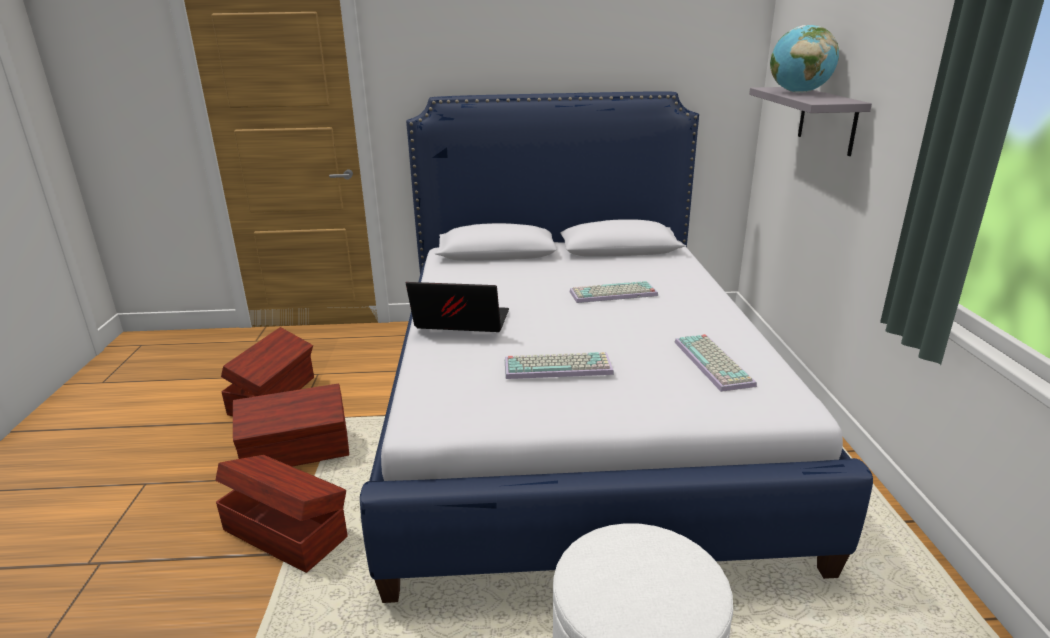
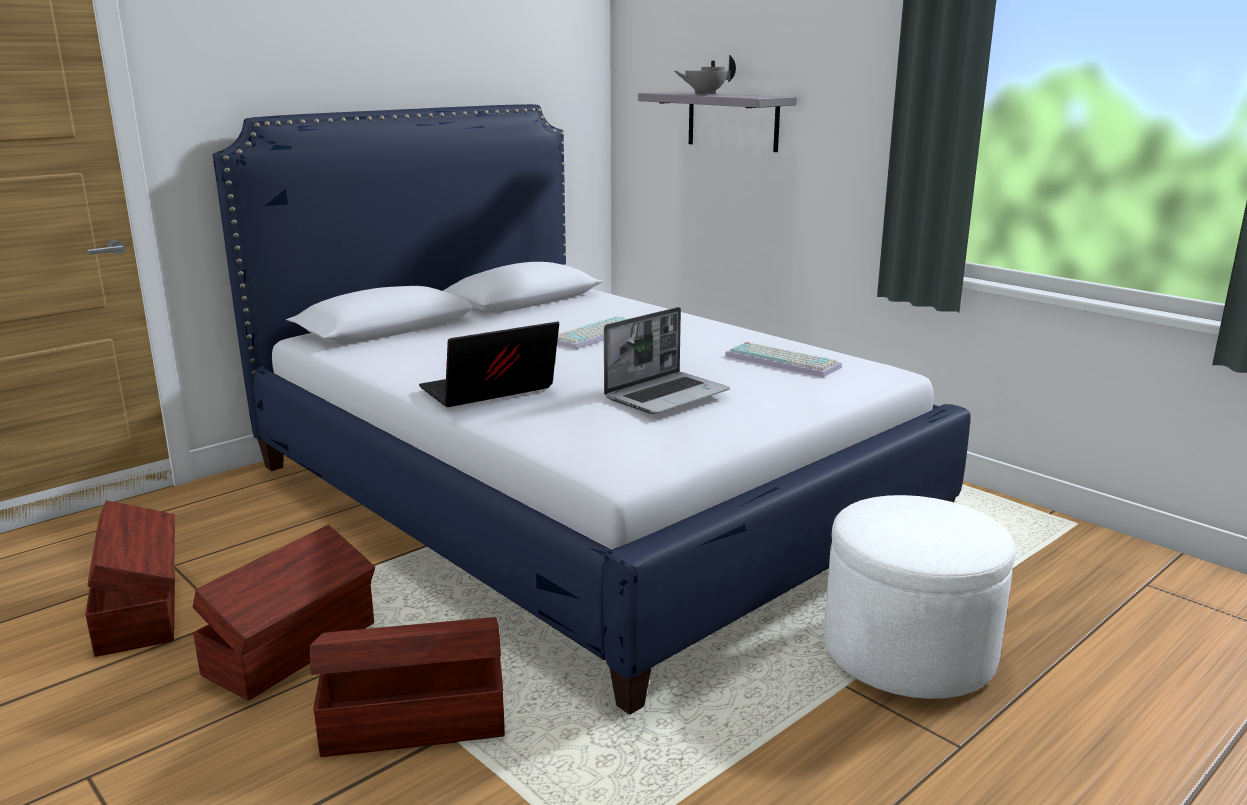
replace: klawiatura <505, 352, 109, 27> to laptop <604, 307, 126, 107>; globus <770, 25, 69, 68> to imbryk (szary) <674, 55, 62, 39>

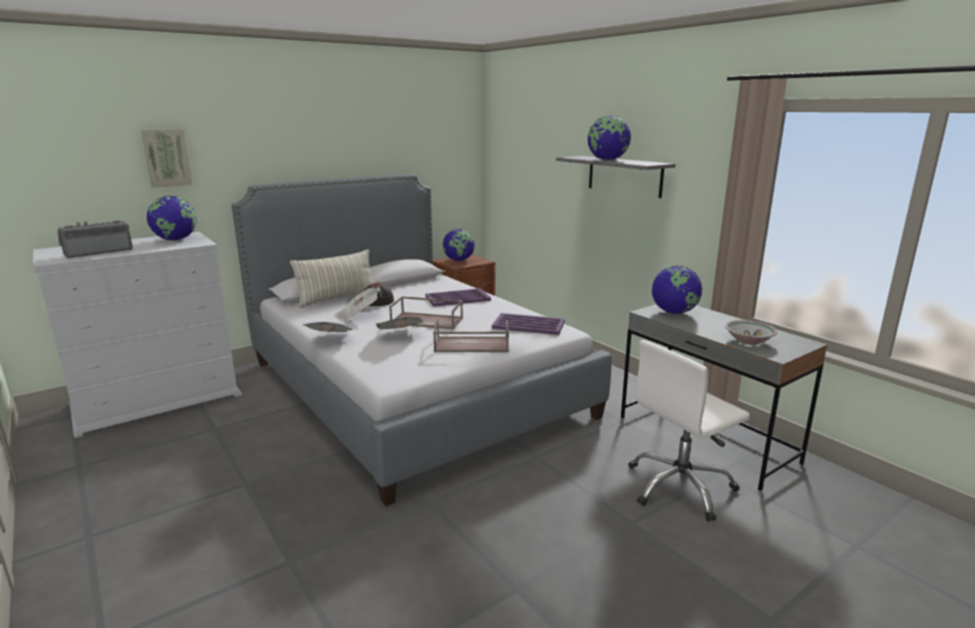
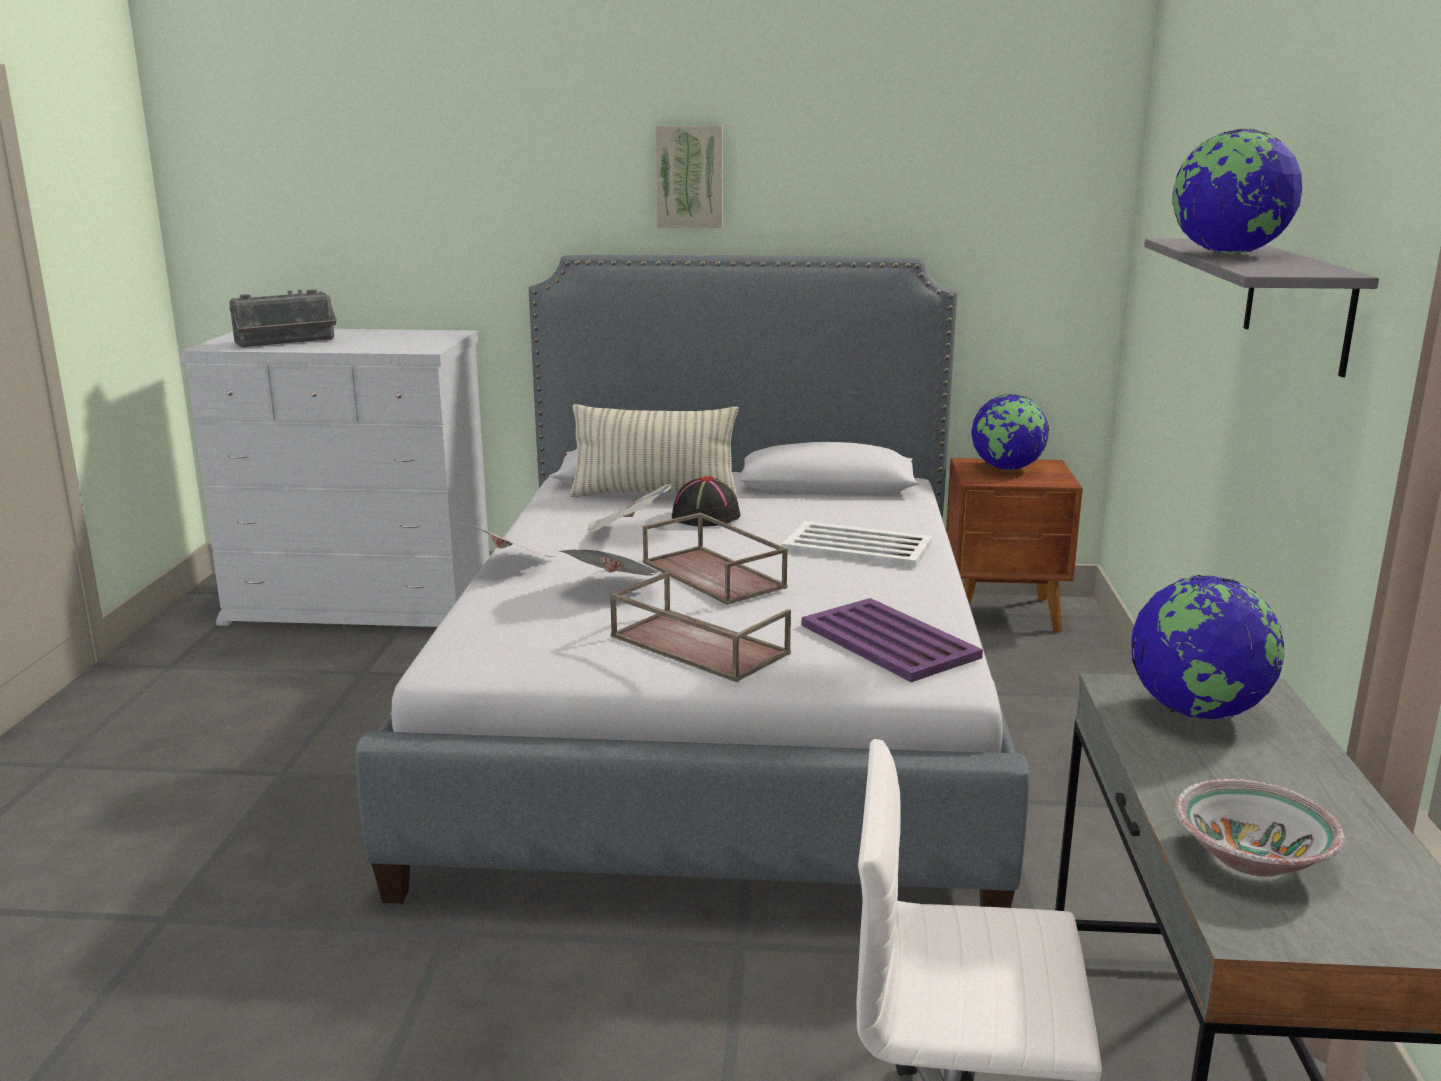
delete: globus <147, 196, 50, 44>
move: obraz <141, 129, 51, 59> to <656, 126, 67, 102>
recolor: taca (fioletowy) <425, 288, 66, 19> to taca (biały) <782, 521, 151, 47>
rotate: radio <57, 220, 76, 38> = <229, 289, 108, 59> 150 degrees clockwise

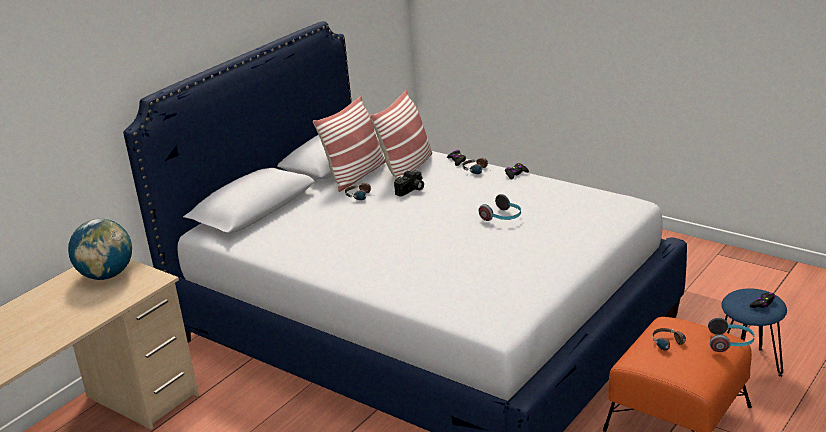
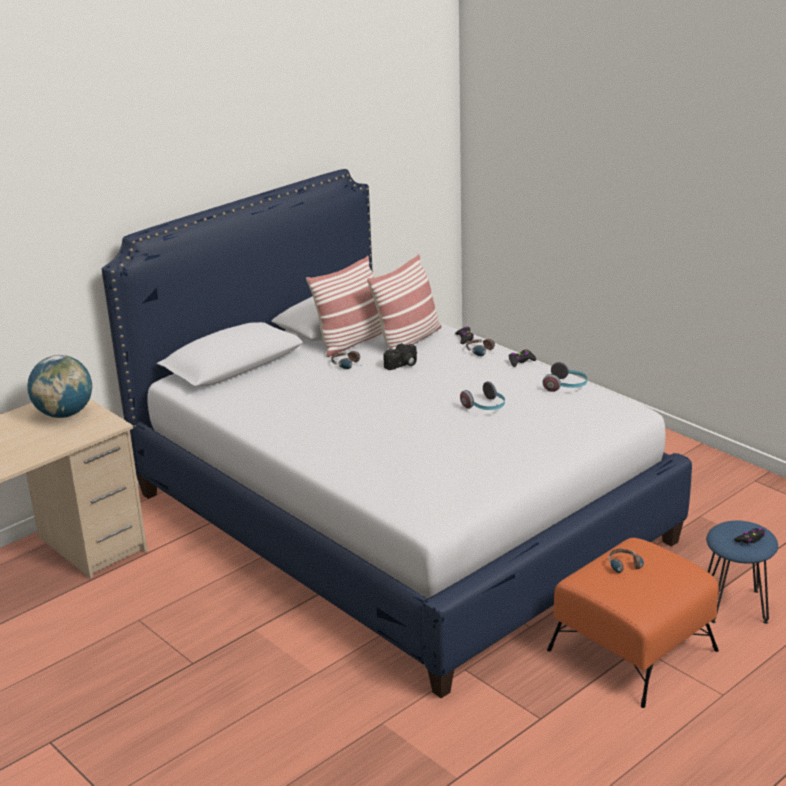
move: słuchawki <708, 317, 47, 35> to <542, 362, 45, 30>

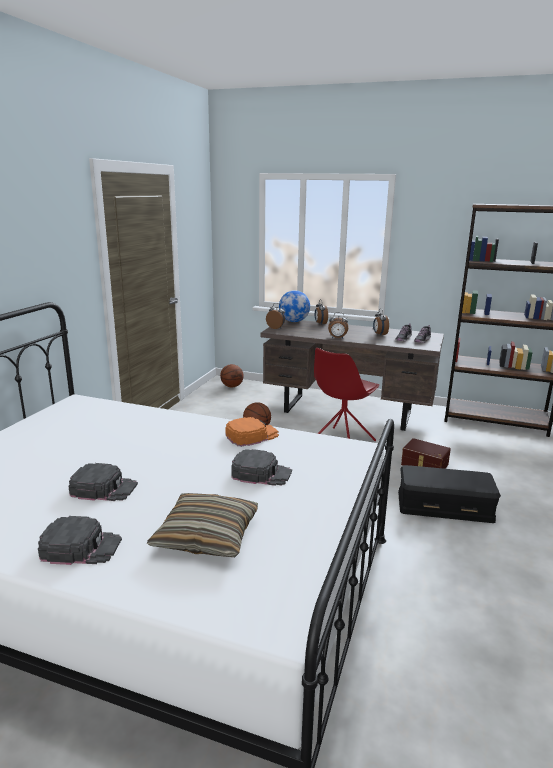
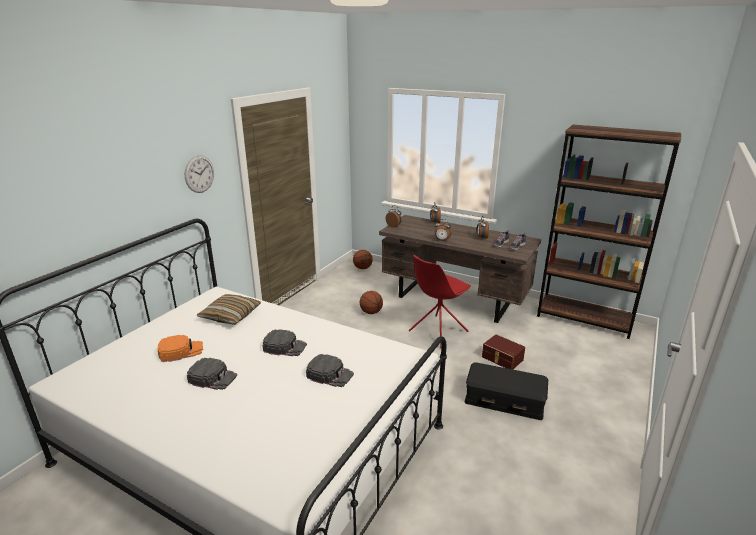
delete: globus <279, 290, 31, 32>
insert: zegar ścienny <185, 155, 29, 38>
move: czapka z daszkiem (czarny) <38, 516, 84, 49> to <262, 329, 45, 27>; poduszka <147, 493, 111, 64> to <196, 294, 65, 31>; czapka z daszkiem (pomarańczowy) <225, 417, 54, 30> to <158, 335, 45, 27>

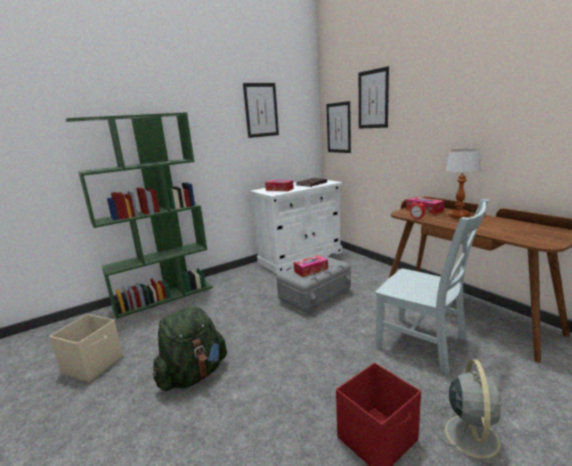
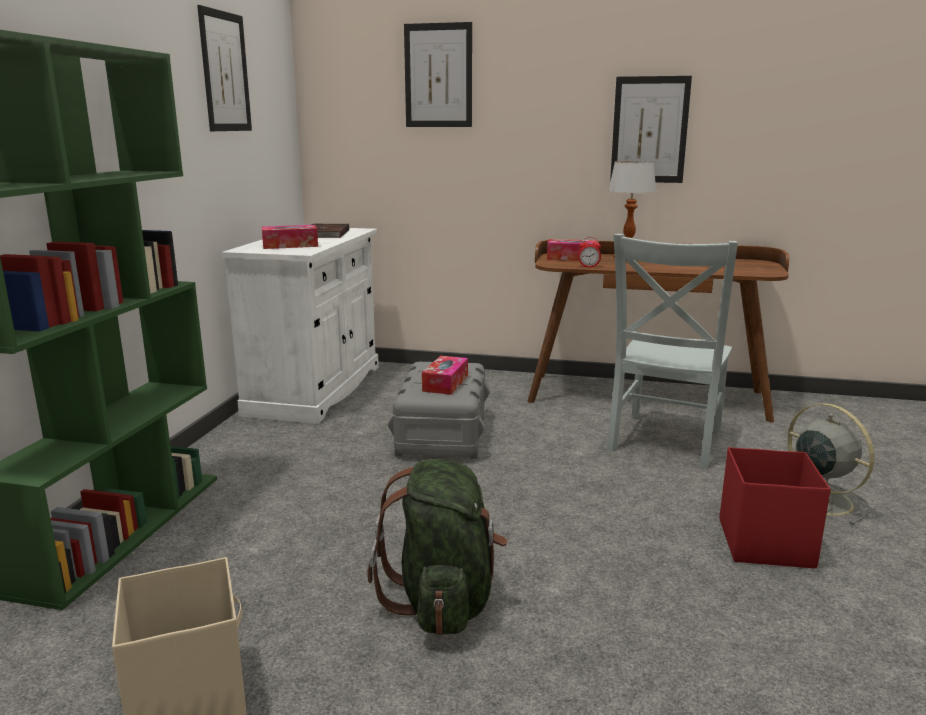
move: obraz <326, 101, 25, 52> to <610, 76, 82, 107>
rotate: krzesło (szary) <375, 199, 114, 175> = <607, 234, 131, 235> 120 degrees clockwise

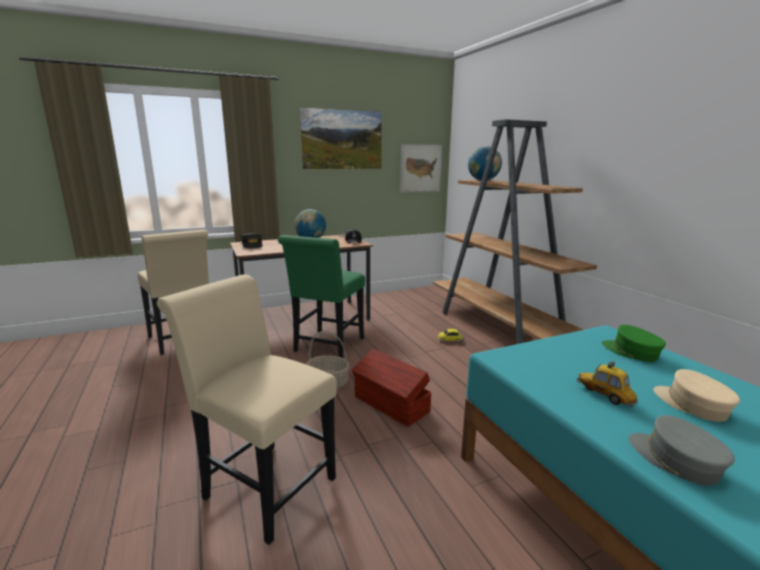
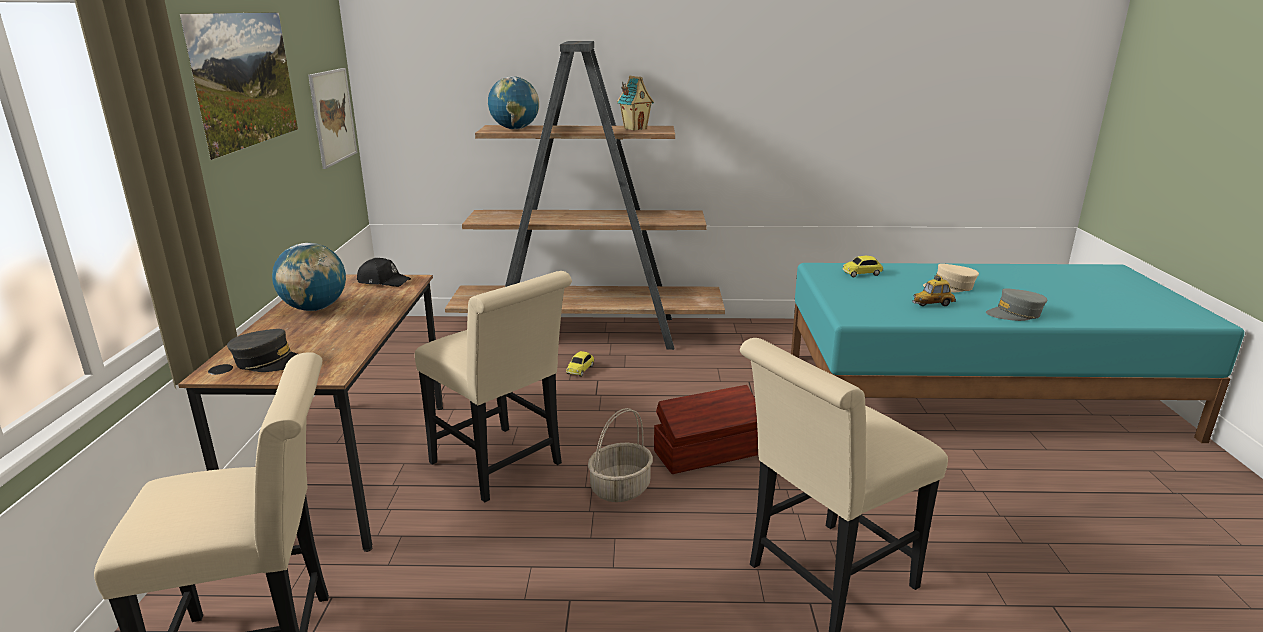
insert: domek <617, 76, 37, 55>
replace: czapka z daszkiem (zielony) <602, 325, 64, 37> to samochodzik <843, 256, 41, 21>
recolor: krzesło (zielony) <278, 235, 87, 123> to krzesło (beżowy) <415, 271, 157, 231>

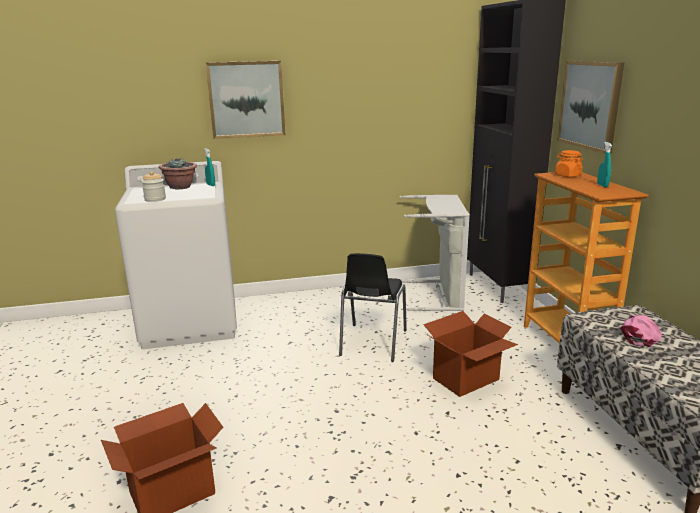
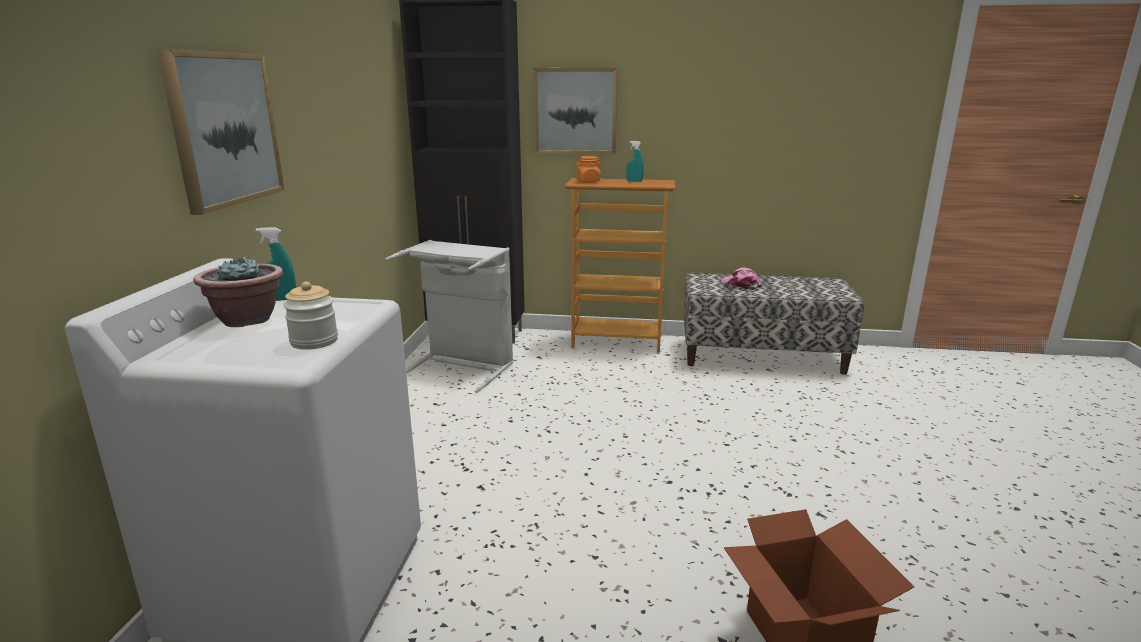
delete: krzesło (czarny) <339, 253, 68, 109>; karton <423, 311, 95, 86>

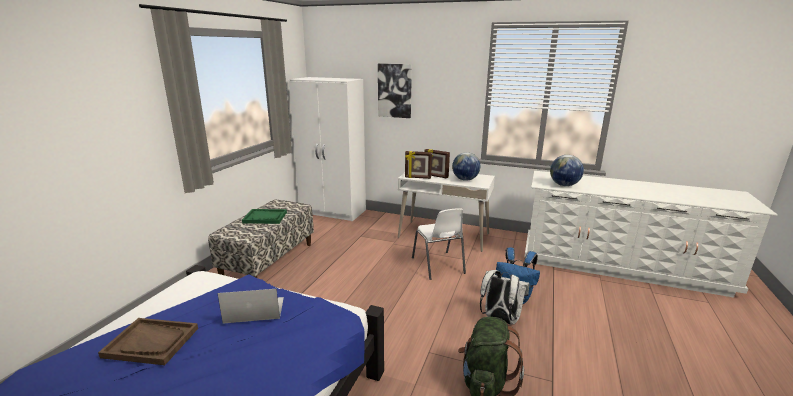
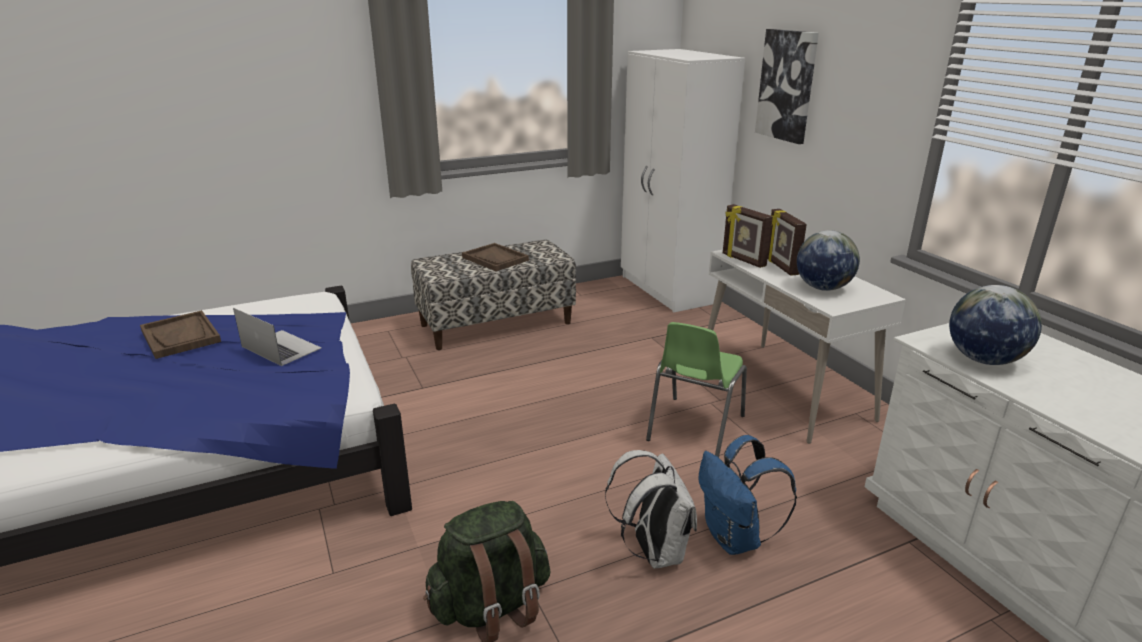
recolor: taca (zielony) <242, 209, 45, 15> to taca (brązowy) <462, 243, 67, 28>; krzesło (biały) <412, 208, 54, 72> to krzesło (zielony) <646, 322, 101, 135>

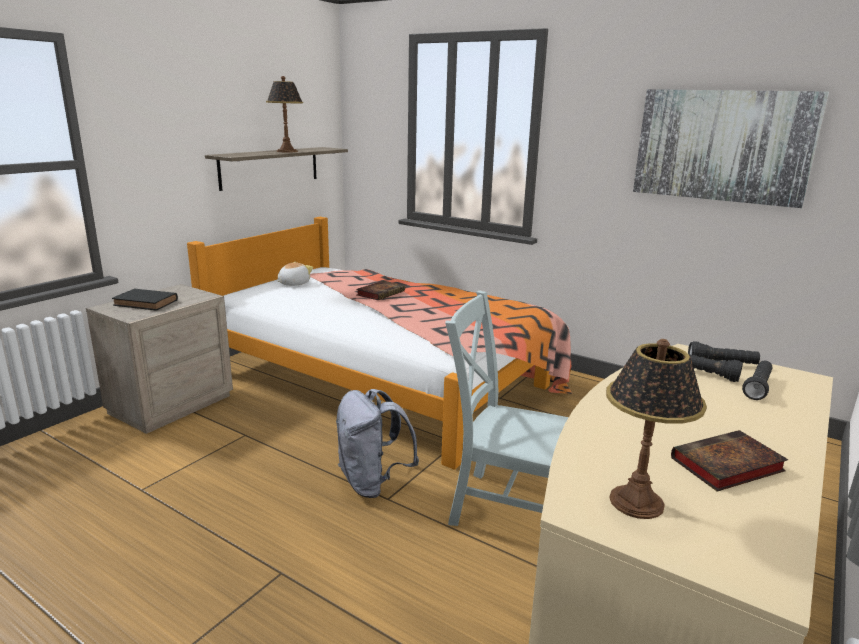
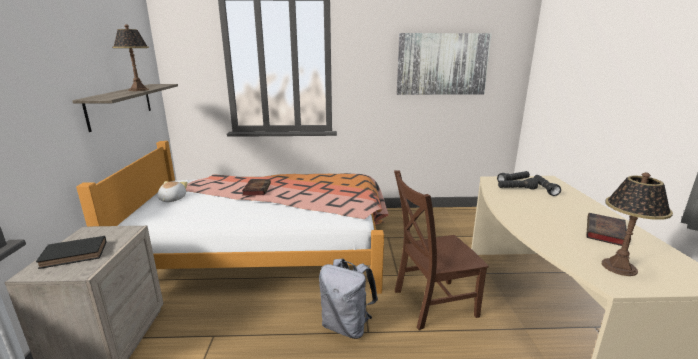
recolor: krzesło (szary) <445, 290, 124, 236> to krzesło (brązowy) <394, 171, 95, 159>

